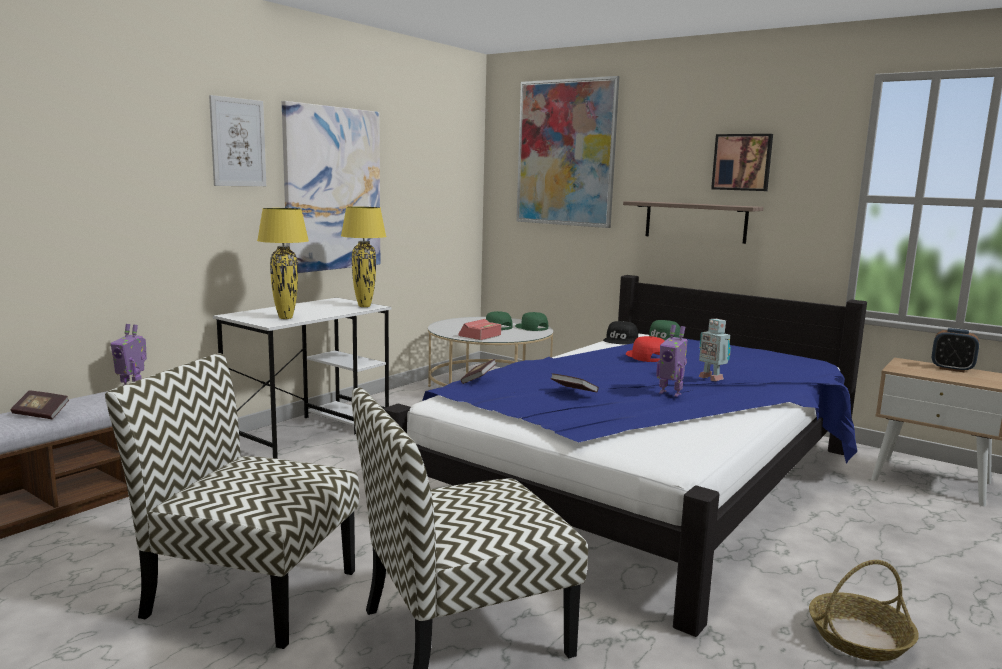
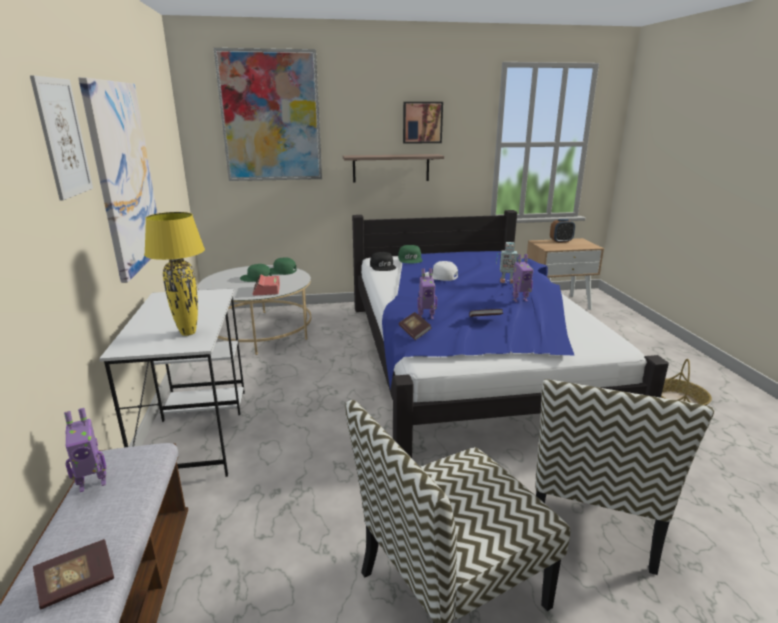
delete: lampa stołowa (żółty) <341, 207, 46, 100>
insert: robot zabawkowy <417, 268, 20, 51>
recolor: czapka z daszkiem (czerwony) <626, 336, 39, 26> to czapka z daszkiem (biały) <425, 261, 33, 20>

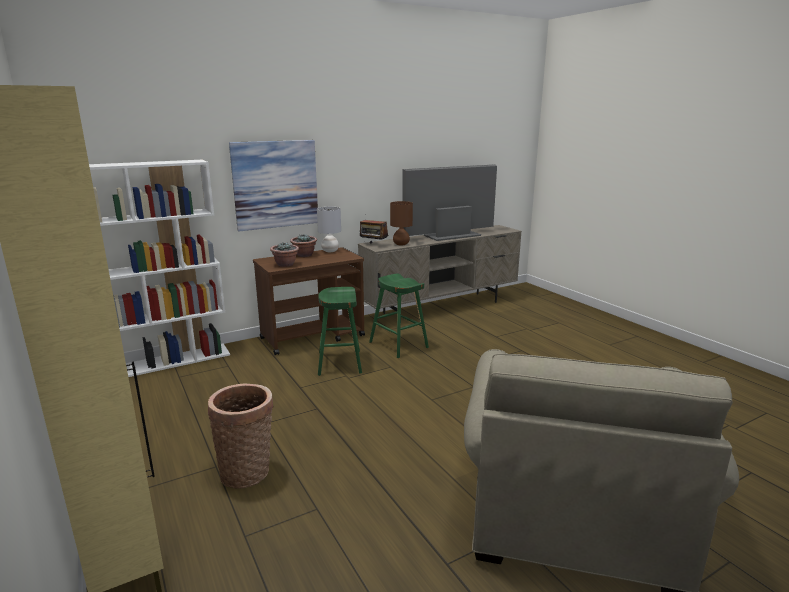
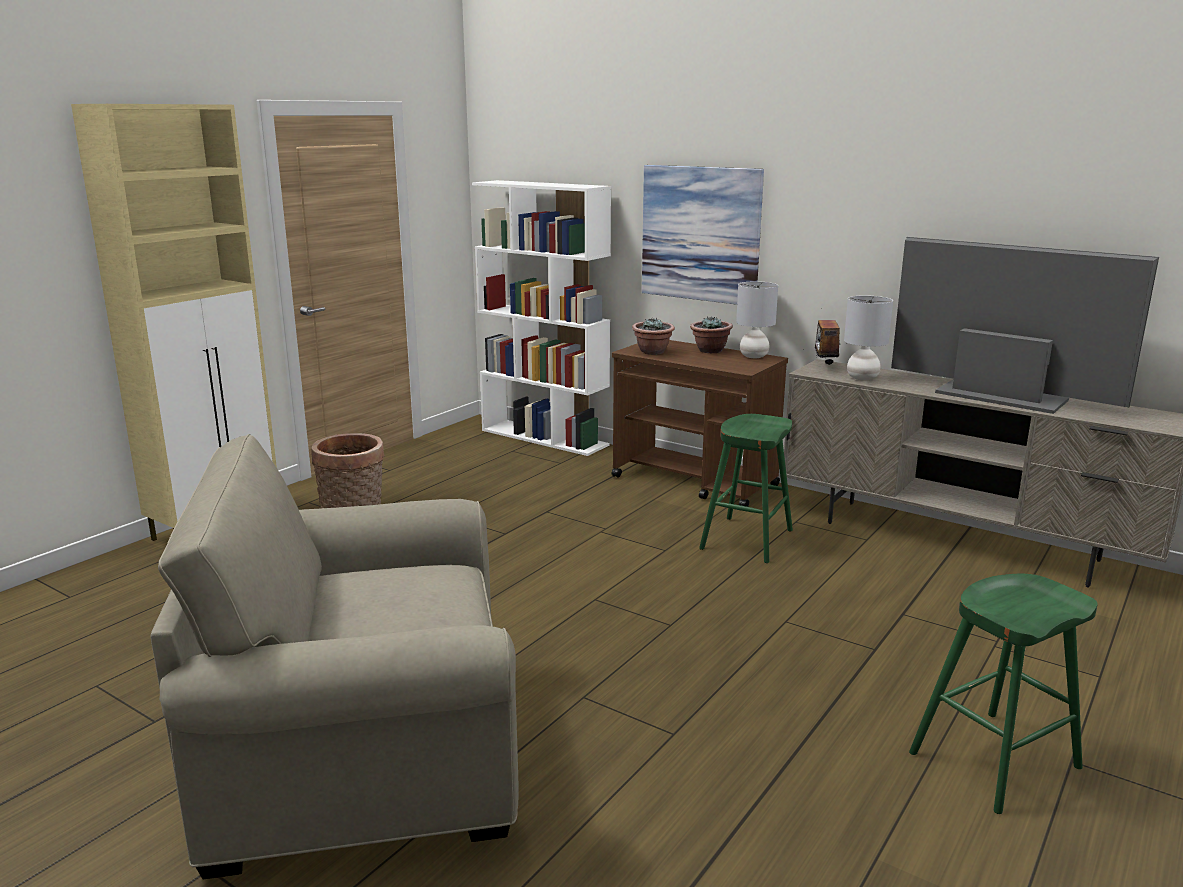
move: stołek (zielony) <318, 287, 44, 89> to <909, 574, 189, 240>
recolor: lampa stołowa (brązowy) <390, 201, 23, 44> to lampa stołowa (szary) <844, 295, 49, 86>

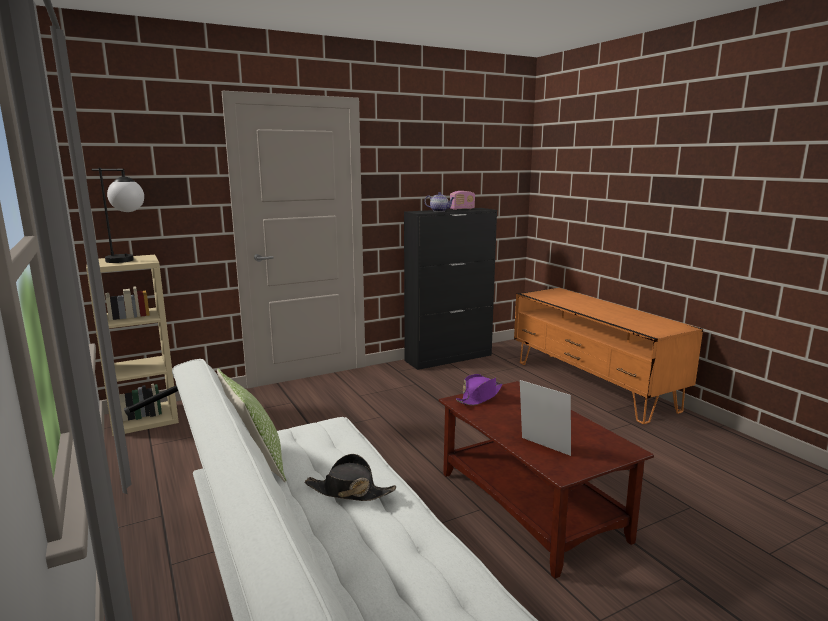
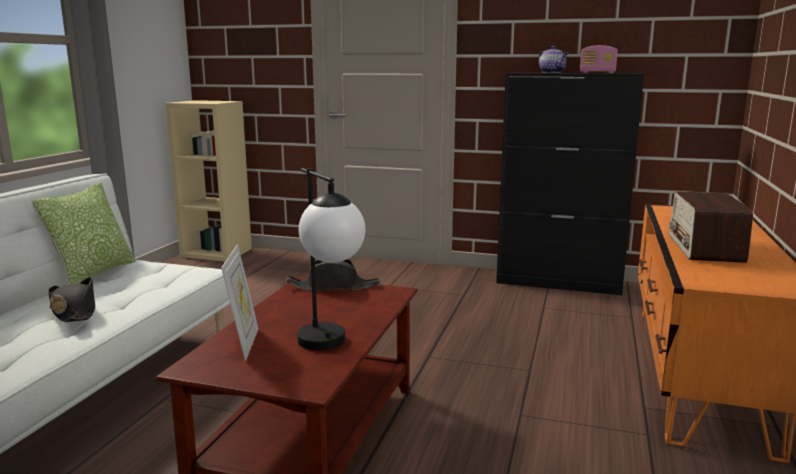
insert: radio <668, 191, 85, 72>
move: lampa stołowa <91, 168, 53, 95> to <297, 168, 69, 182>
recolor: kapelusz (fioletowy) <456, 374, 46, 32> to kapelusz (czarny) <286, 259, 94, 32>

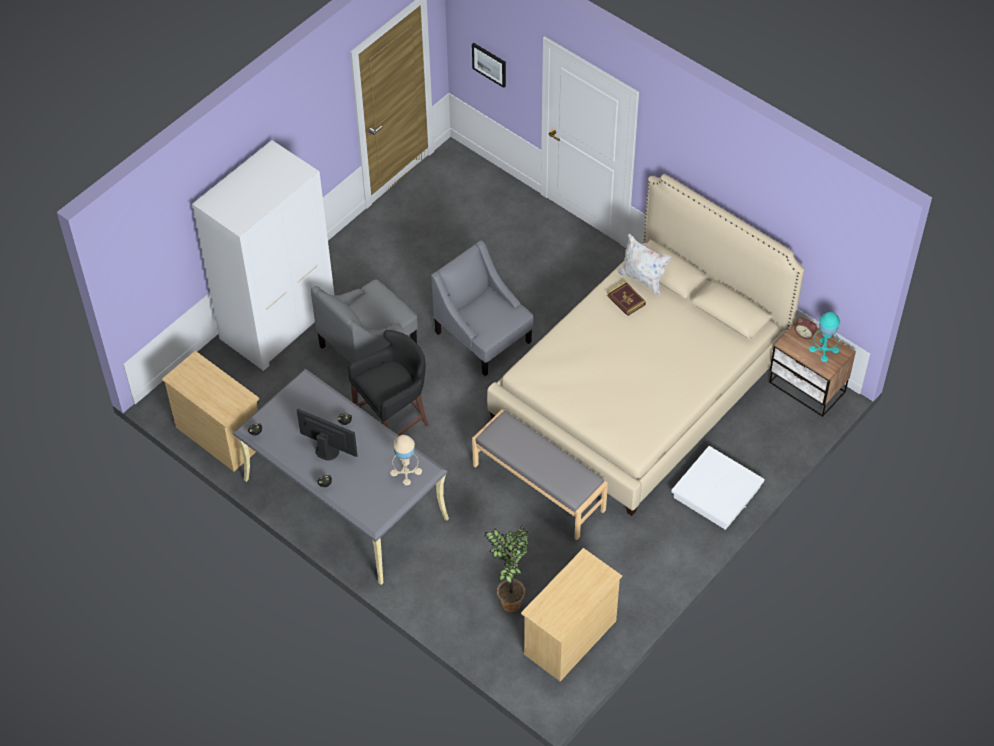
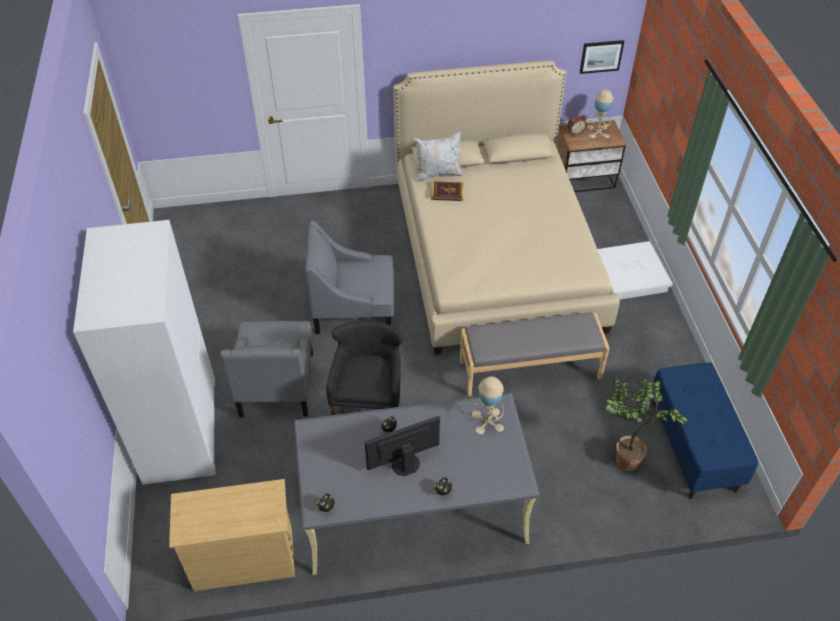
move: obraz <472, 43, 34, 45> to <580, 40, 44, 34>
replace: komoda (beżowy) <521, 548, 101, 133> to ławka (niebieski) <651, 362, 107, 137>
recolor: lampa stołowa (turkusowy) <809, 312, 31, 50> to lampa stołowa (beżowy) <587, 89, 26, 49>

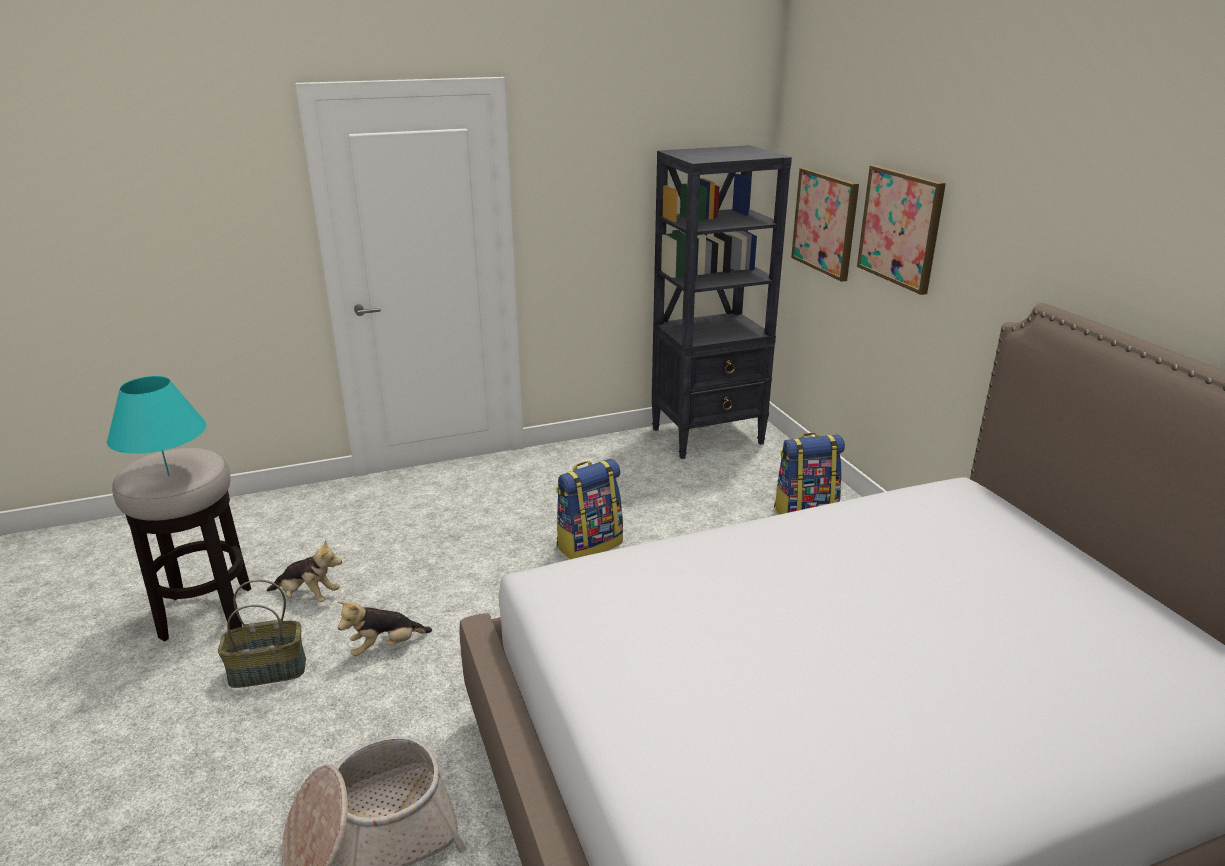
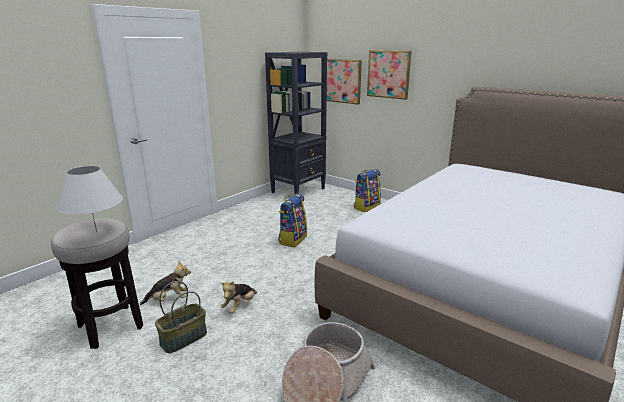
recolor: lampa stołowa (turkusowy) <107, 376, 99, 100> to lampa stołowa (biały) <56, 166, 67, 66>

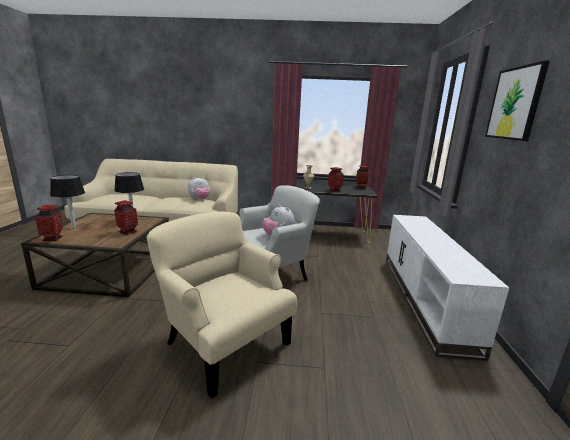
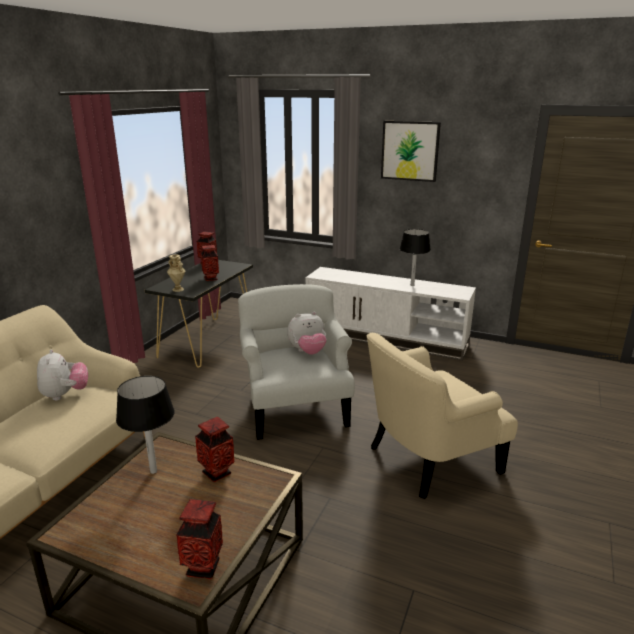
move: lampa stołowa (czarny) <50, 175, 35, 53> to <400, 229, 31, 57>

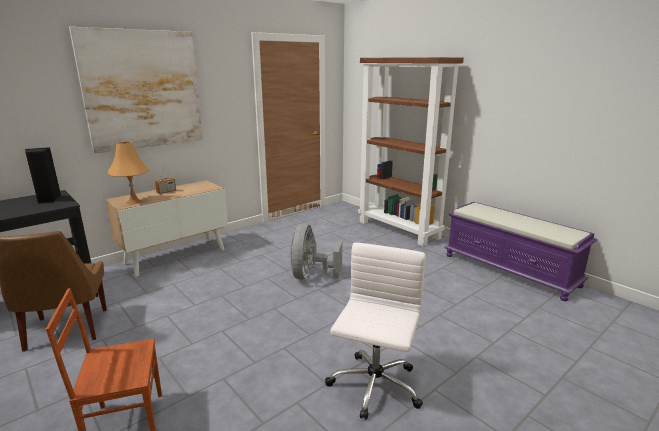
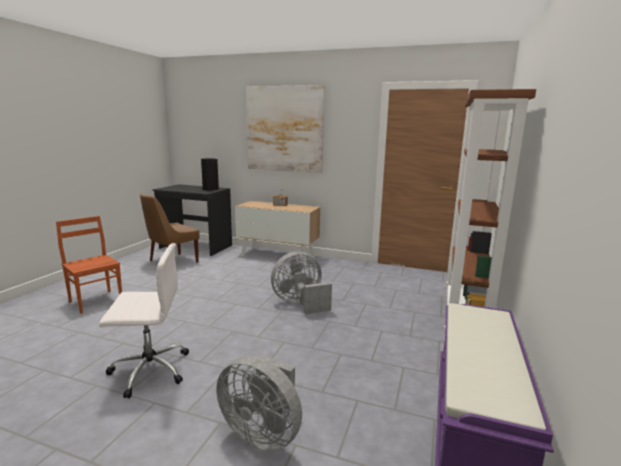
delete: lampa stołowa (pomarańczowy) <107, 141, 43, 63>
insert: wentylator (szary) <216, 355, 86, 97>

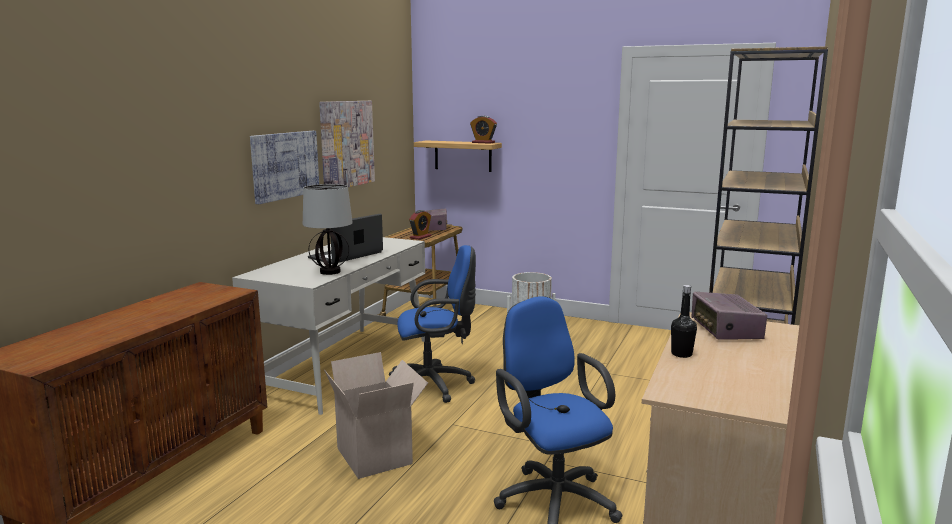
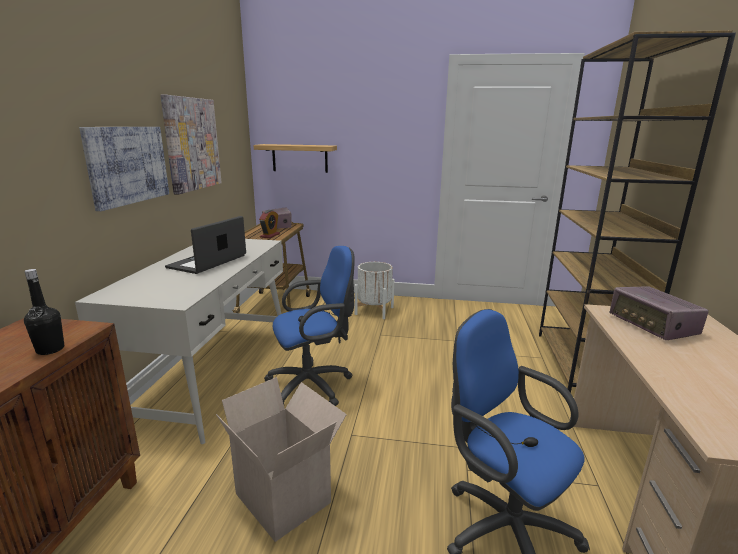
delete: lampa stołowa <303, 184, 50, 91>; budzik <470, 116, 27, 28>
move: butelka (czarny) <671, 285, 26, 73> to <24, 269, 40, 86>

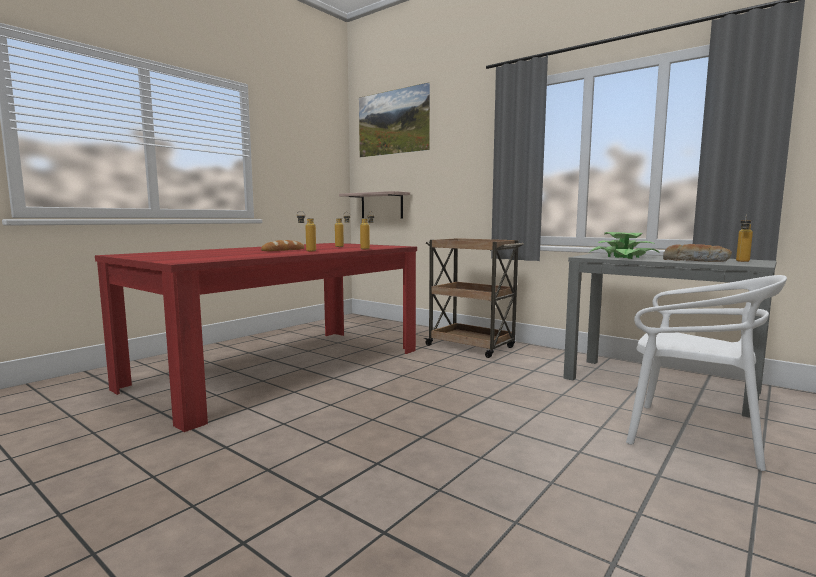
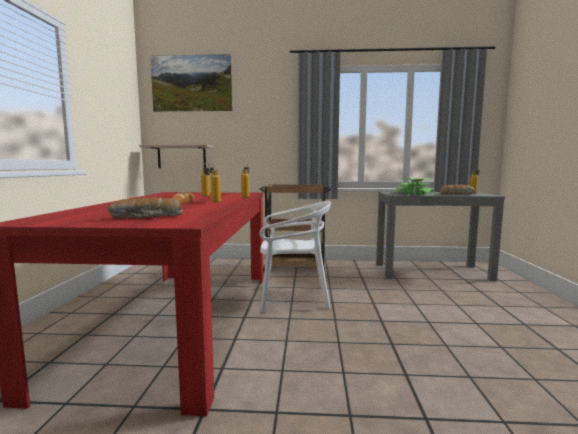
insert: chleb <107, 197, 76, 21>
move: krzesło (biały) <626, 275, 161, 196> to <260, 201, 71, 111>

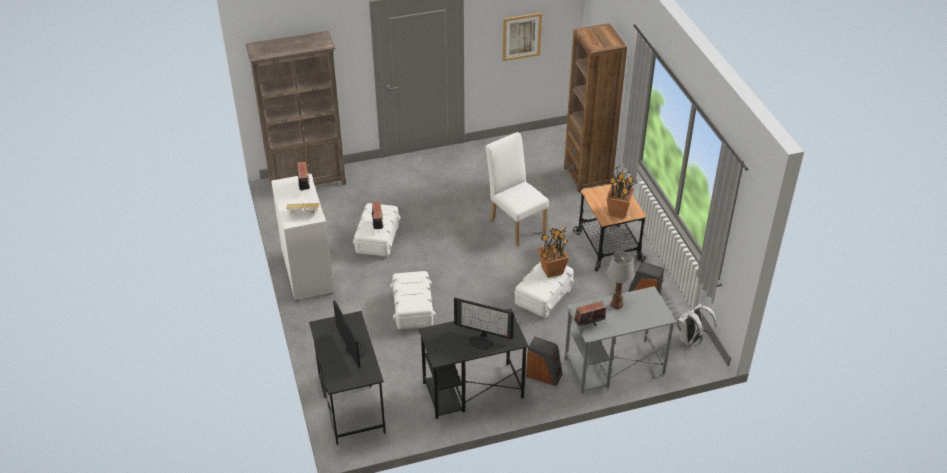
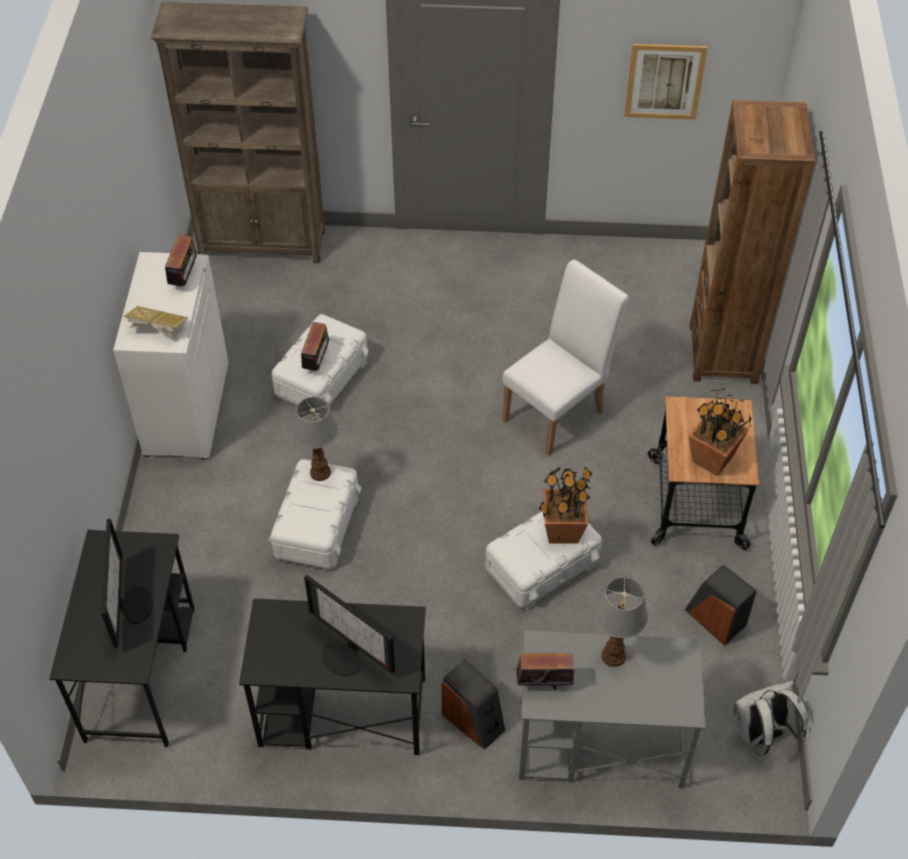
insert: lampa stołowa <292, 397, 46, 84>
rotate: krzesło (biały) <485, 132, 64, 114> = <502, 260, 126, 196> 60 degrees clockwise

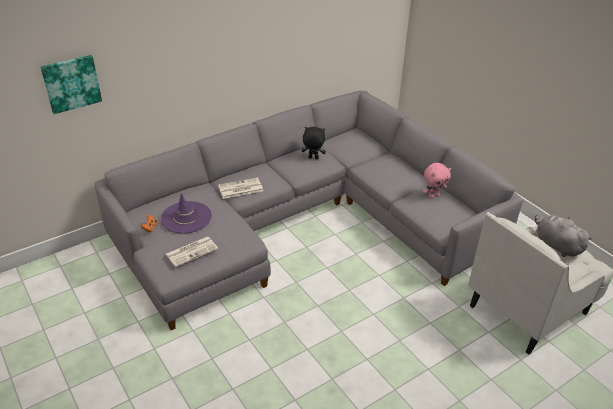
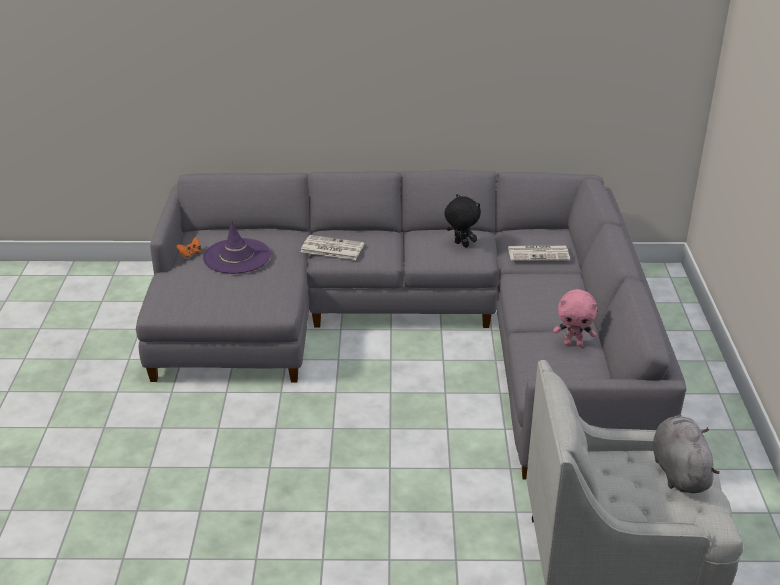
delete: obraz <40, 55, 62, 59>
move: gazeta <166, 237, 52, 30> to <508, 246, 62, 15>

